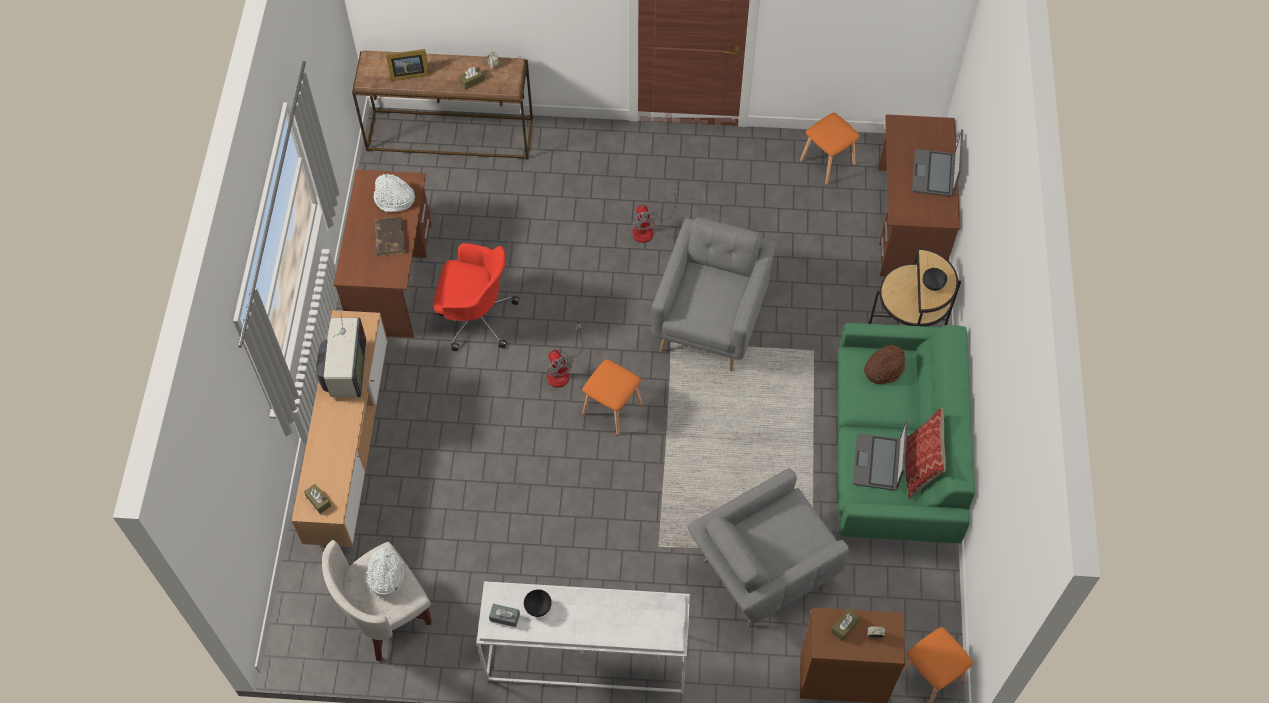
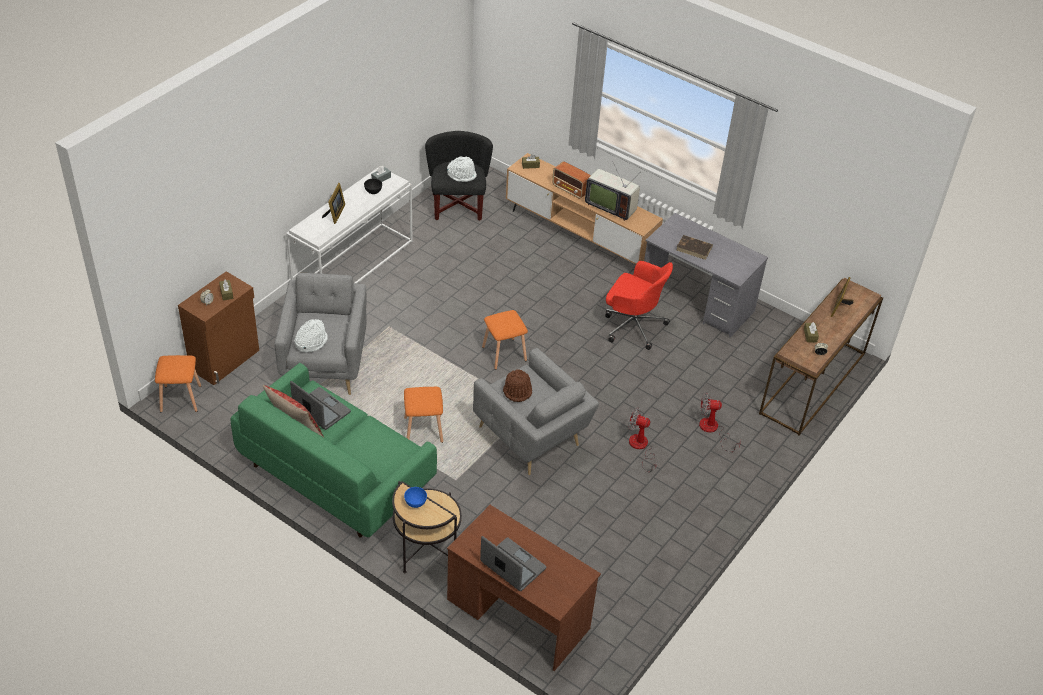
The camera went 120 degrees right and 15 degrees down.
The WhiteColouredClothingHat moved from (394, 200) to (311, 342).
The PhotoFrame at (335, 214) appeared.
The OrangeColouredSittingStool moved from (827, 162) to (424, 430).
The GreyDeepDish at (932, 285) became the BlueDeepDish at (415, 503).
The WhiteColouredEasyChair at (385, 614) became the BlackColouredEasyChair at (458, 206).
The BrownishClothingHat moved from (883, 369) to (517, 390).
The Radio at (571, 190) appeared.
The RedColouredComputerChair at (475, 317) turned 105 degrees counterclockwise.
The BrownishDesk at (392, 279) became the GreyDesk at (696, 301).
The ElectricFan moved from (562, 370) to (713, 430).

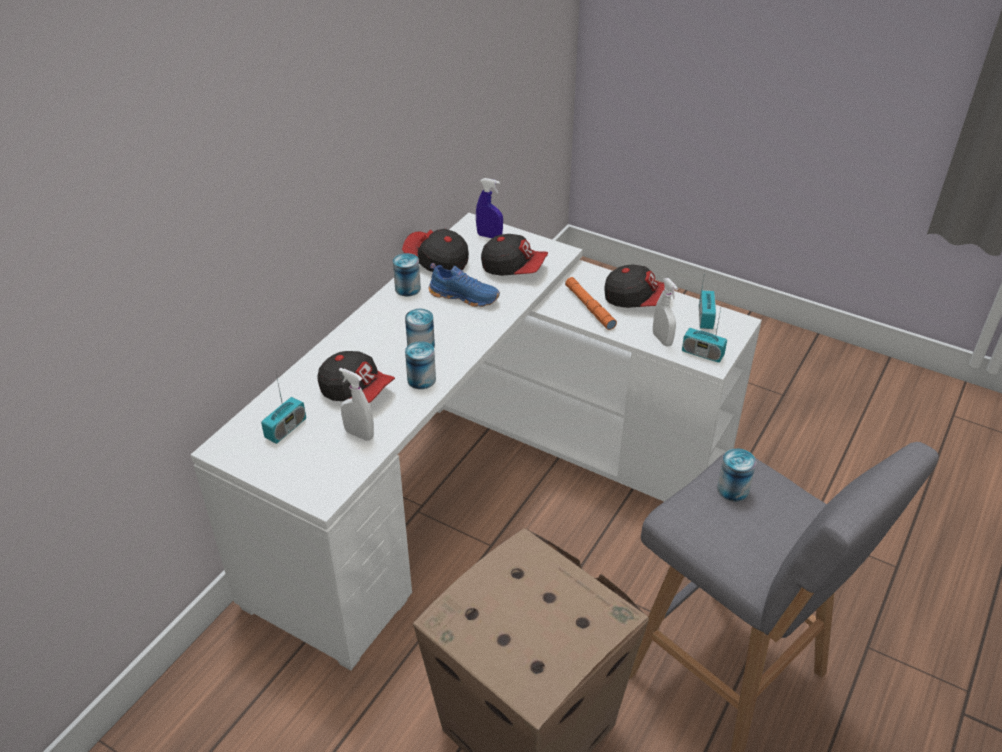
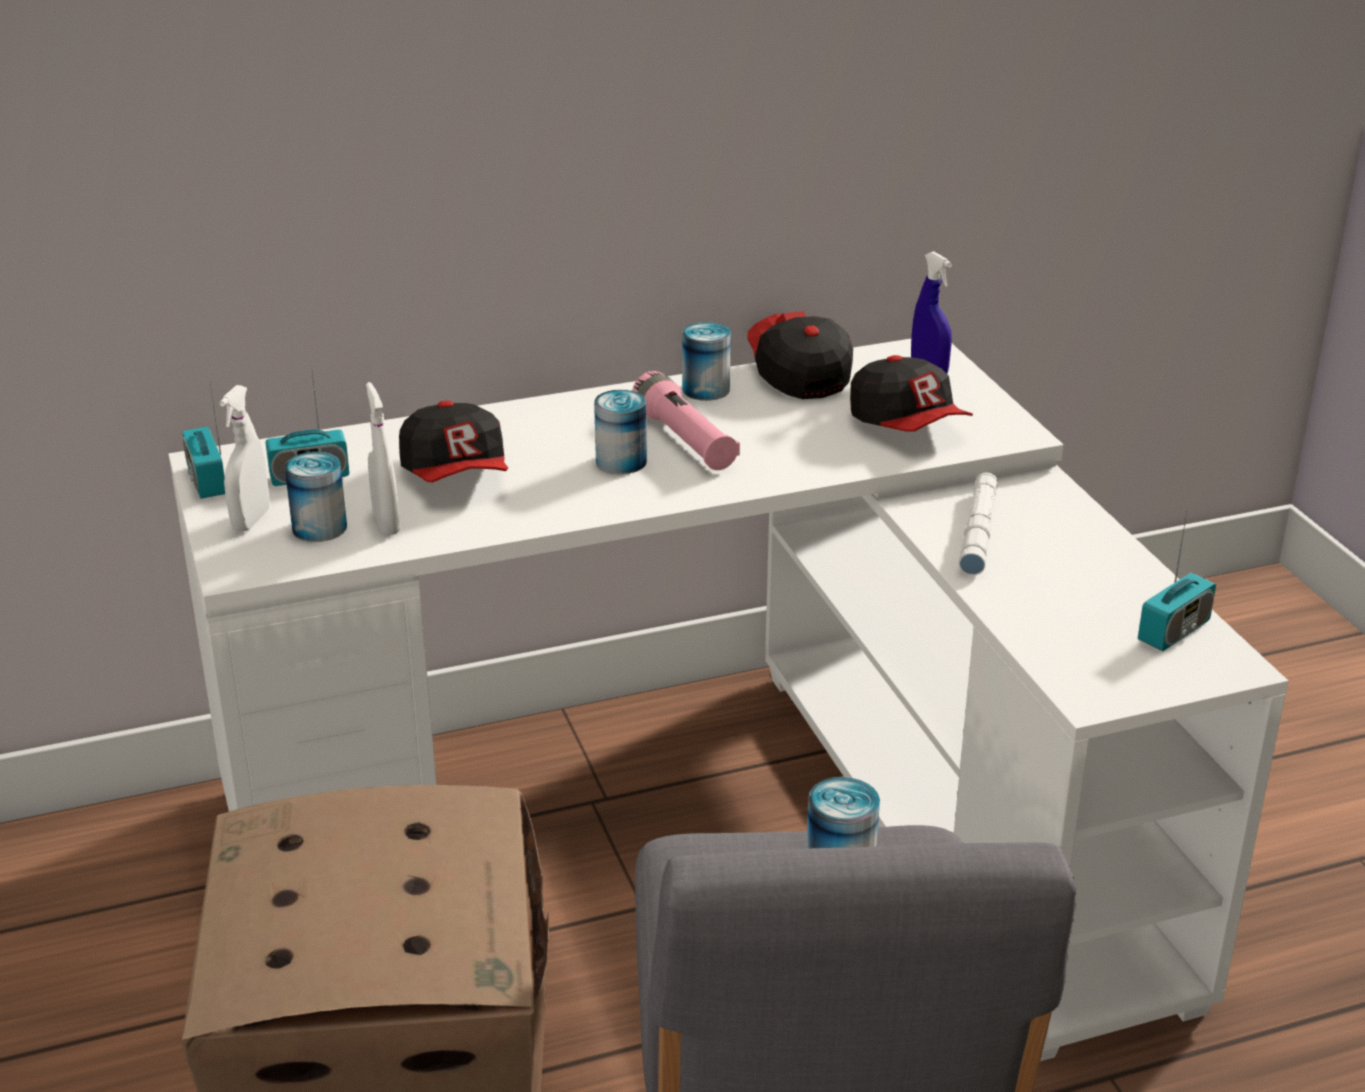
The camera went 40 degrees right and 10 degrees down.
The Radio moved from (702, 353) to (206, 481).
The WhiteColouredSprayBottle moved from (662, 339) to (251, 520).
The MetalCan moved from (421, 379) to (319, 528).
The PinkFlashlight at (684, 439) appeared.
The OrangeColouredFlashlight at (589, 307) became the WhiteColouredFlashlight at (978, 532).
The BlueShoe at (465, 296) disappeared.
The Cap at (637, 299) disappeared.

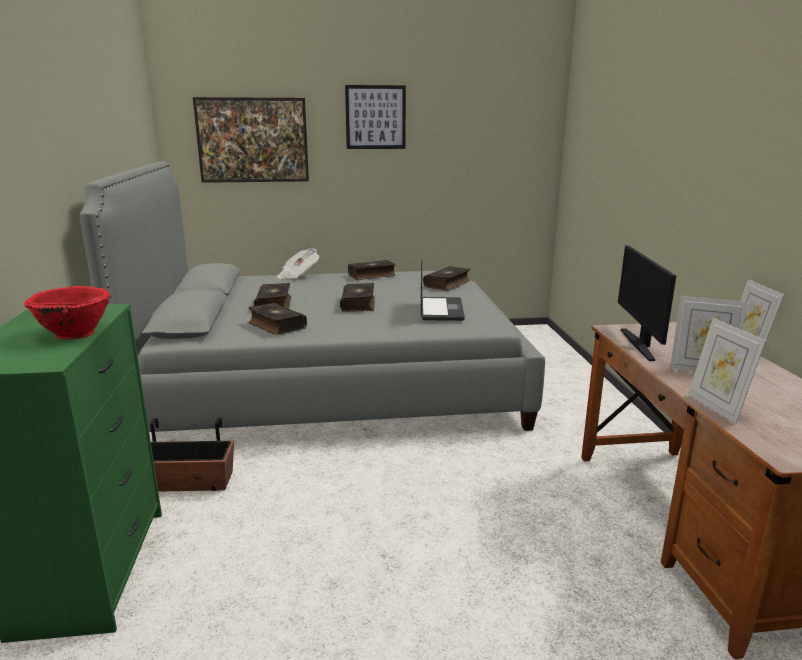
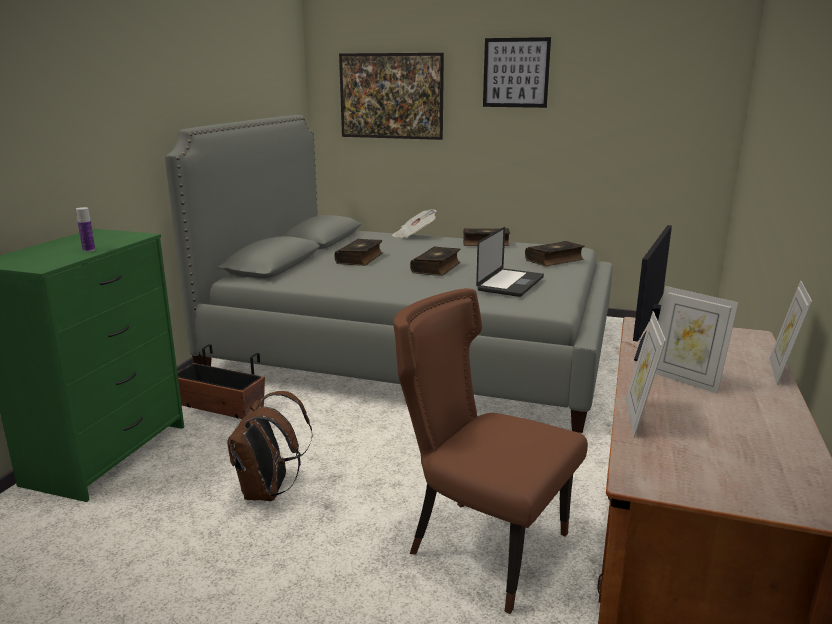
The camera went 25 degrees right and 0 degrees up.
The RedColouredDeepDish at (74, 334) was replaced by the DrinkBottle at (89, 250).
The BrownishKnapsack at (268, 492) appeared.
The BrownishUprightChair at (481, 545) appeared.
The Volume at (276, 326) disappeared.

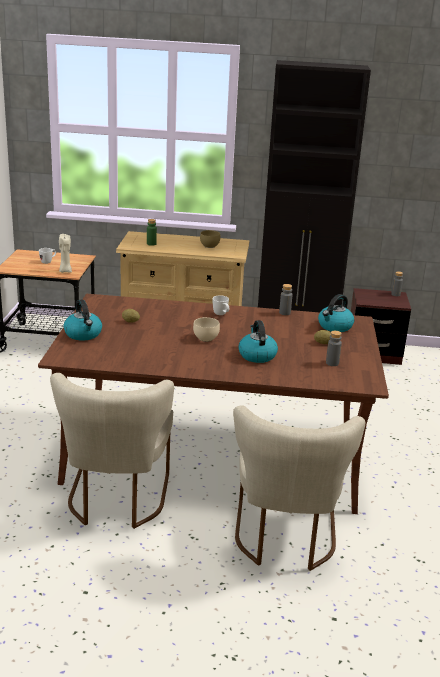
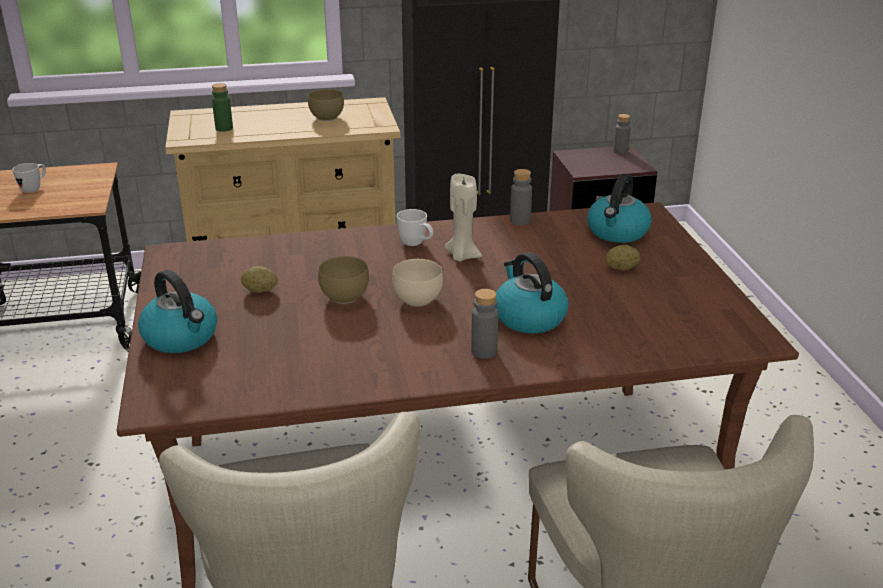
The camera went 15 degrees left and 5 degrees up.
The BrownishDeepDish at (343, 298) appeared.
The BeigeCandle moved from (65, 271) to (462, 256).
The GreyDrinkBottle moved from (332, 363) to (484, 351).

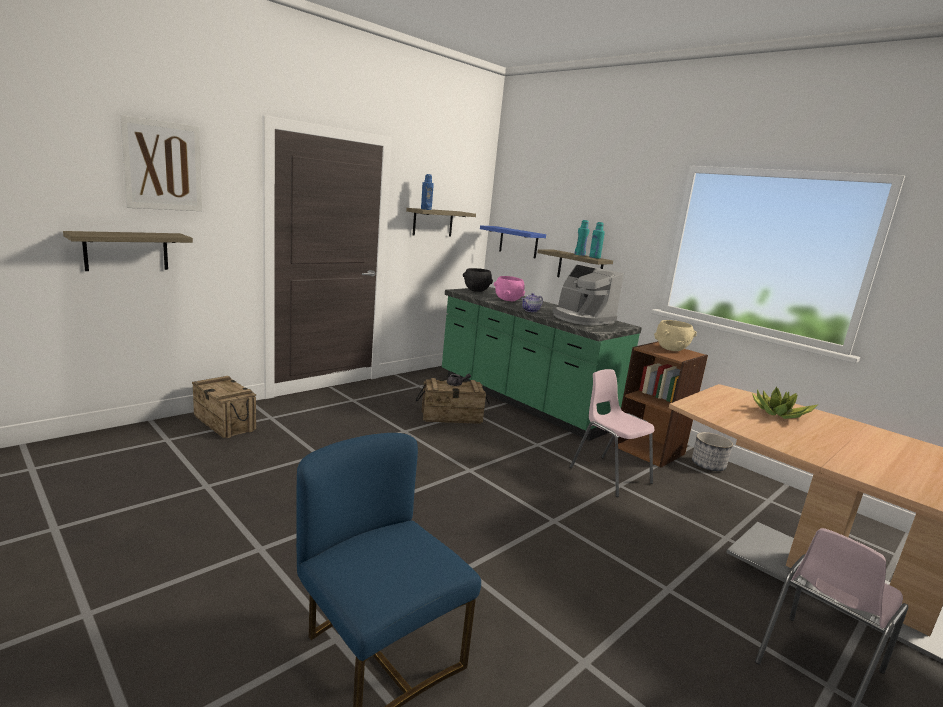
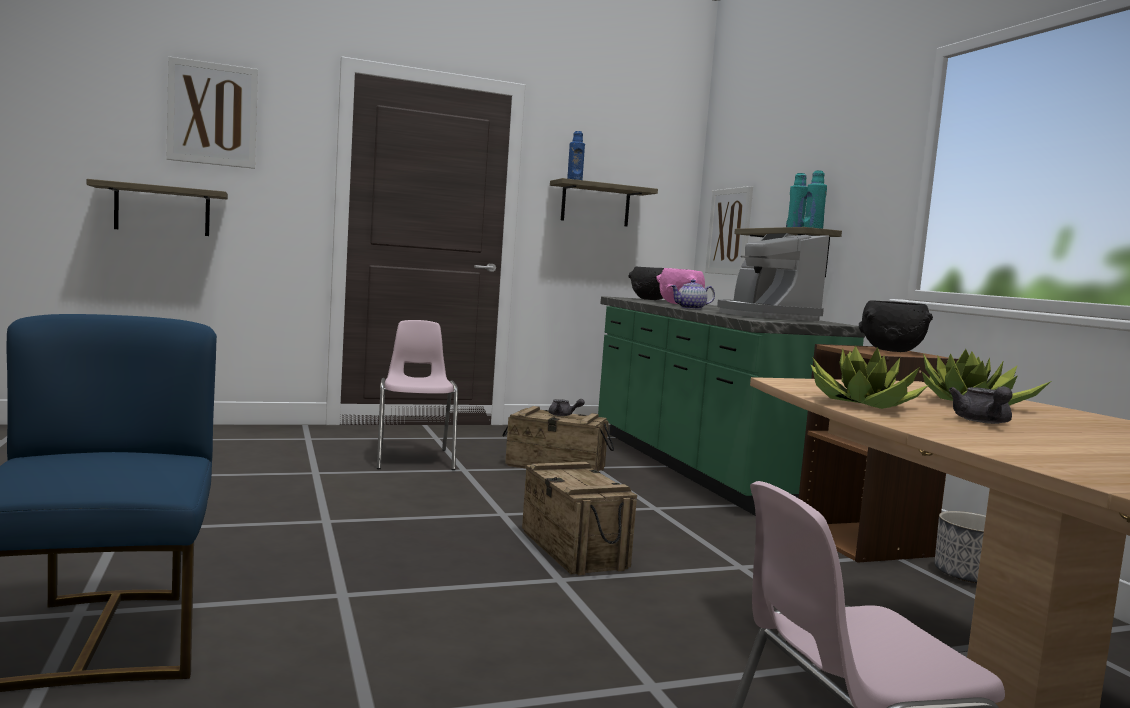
The camera went 25 degrees right and 10 degrees down.
The PinkUprightChair moved from (609, 475) to (415, 459).
The ShippingCrate moved from (225, 423) to (574, 549).
The BlueBracketShelf at (518, 242) was replaced by the WallPicture at (729, 231).
The PottedPlant at (862, 404) appeared.
The BeigeDeepDish at (671, 349) became the BlackColouredDeepDish at (891, 350).
The GreyPotForTea at (983, 422) appeared.

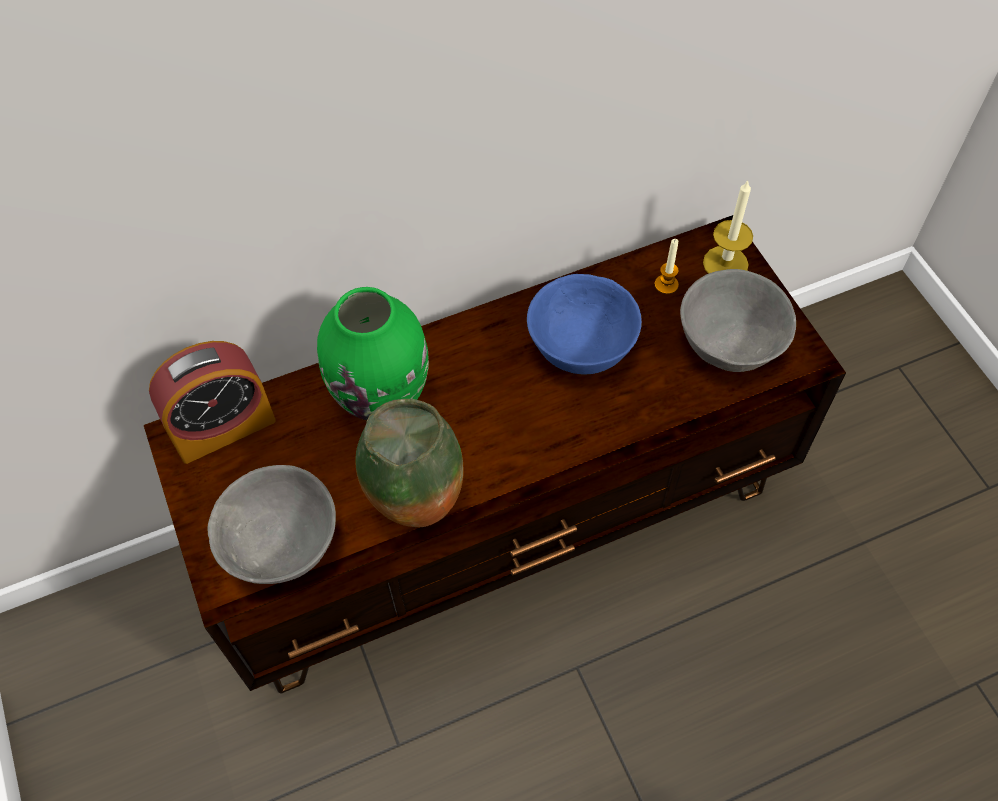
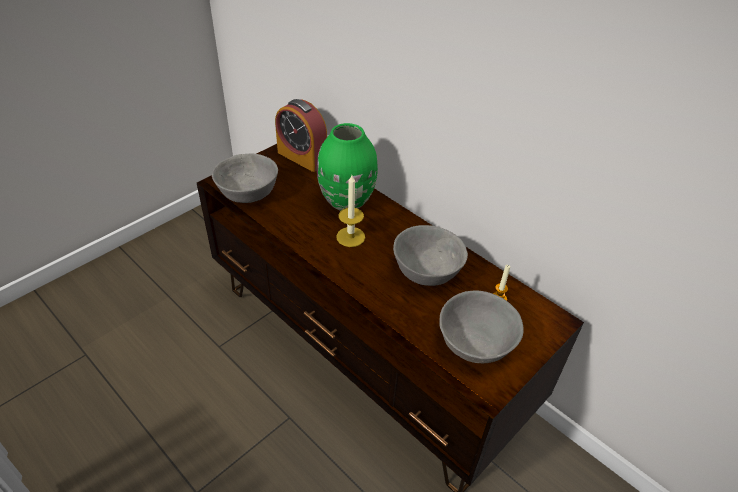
The camera went 65 degrees right and 15 degrees down.
The Candle moved from (725, 263) to (350, 237).
The BlueDeepDish at (581, 344) became the GreyDeepDish at (427, 270).
The Vase at (416, 509) disappeared.

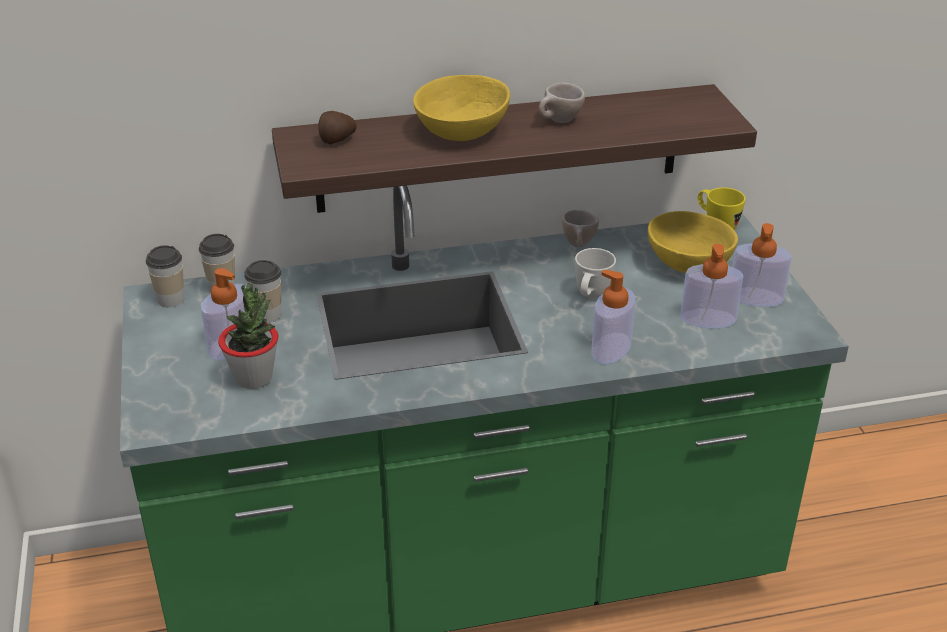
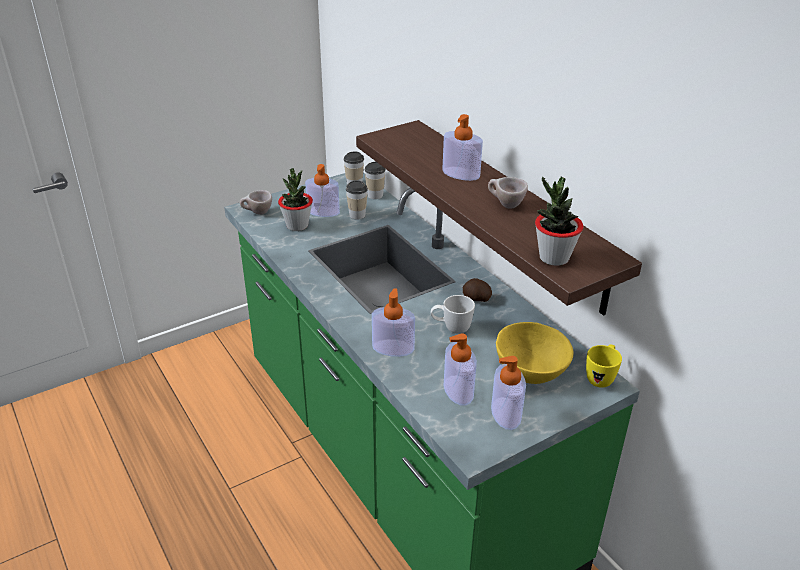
The camera went 70 degrees right and 0 degrees up.
The BeigeSmallCup moved from (579, 246) to (257, 213).
The YellowDeepDish at (462, 131) was replaced by the SoapBottle at (461, 174).
The Spud moved from (336, 140) to (476, 299).
The PottedPlant at (553, 258) appeared.

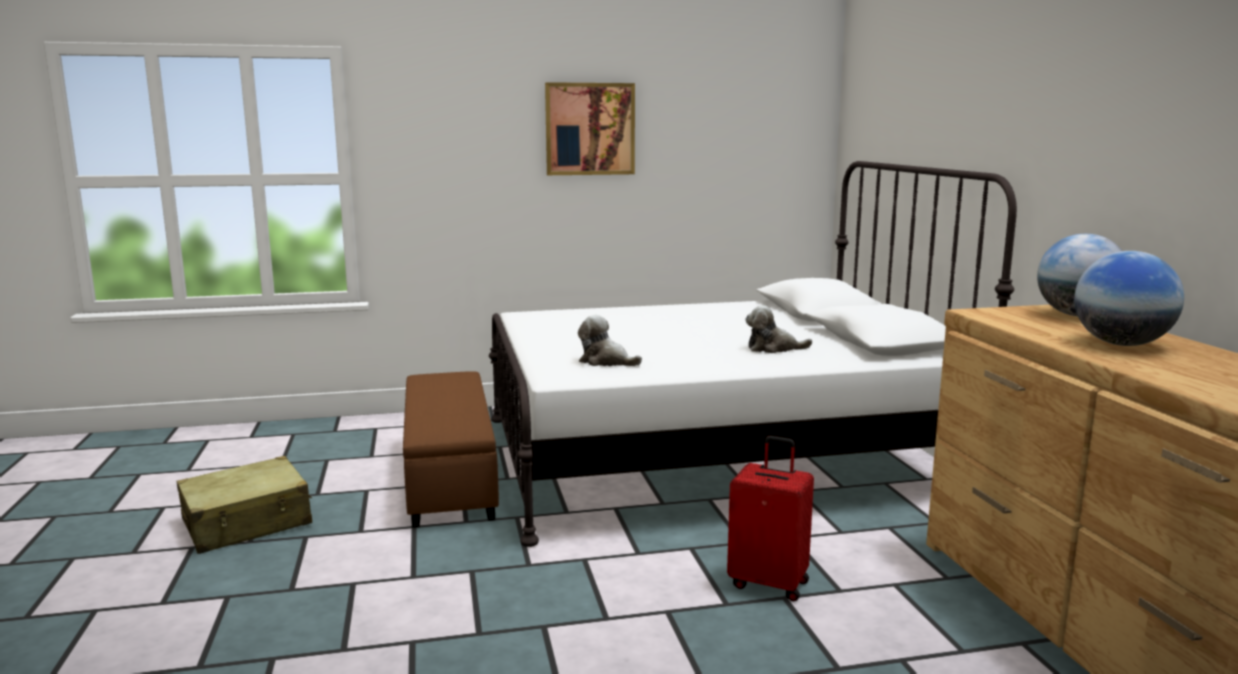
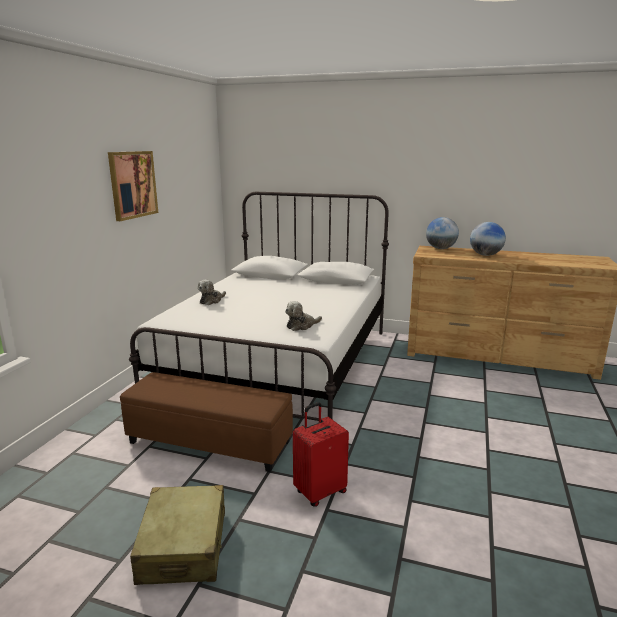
The camera went 60 degrees left and 5 degrees up.
The CuddlyToy moved from (773, 348) to (211, 301).
The RedColouredPieceOfLuggage moved from (769, 583) to (320, 491).

